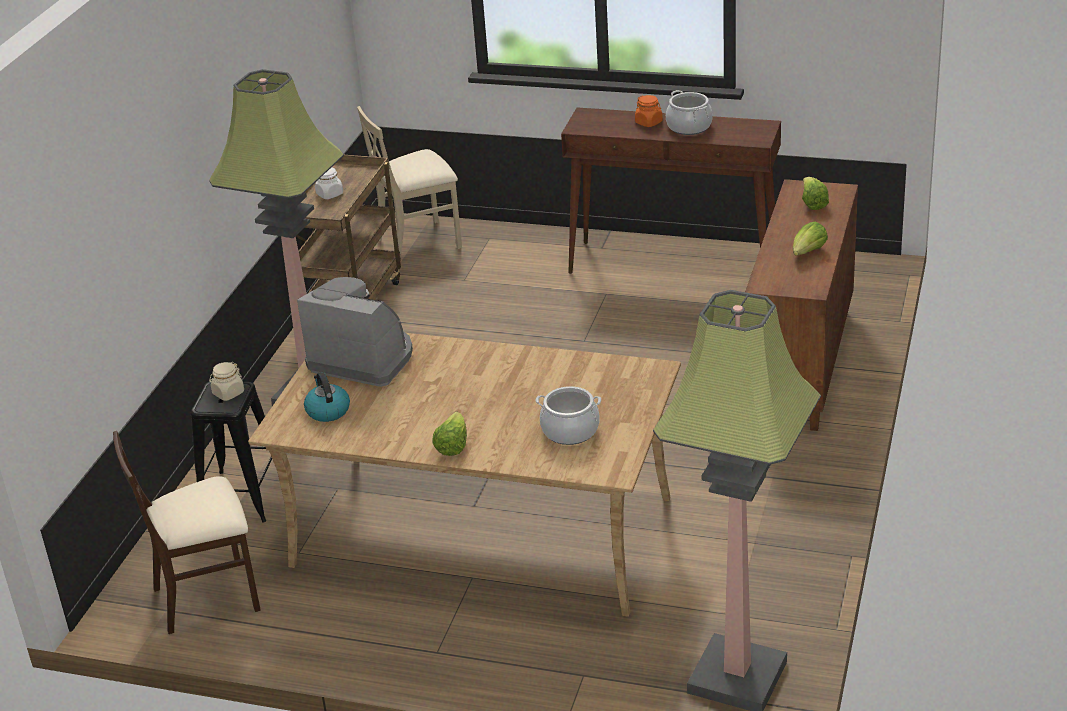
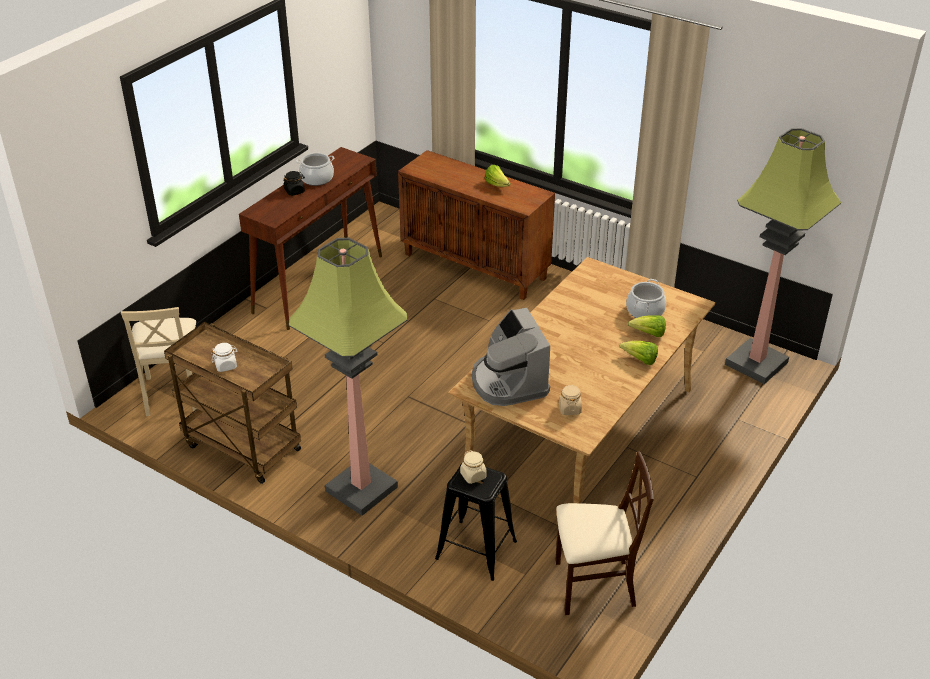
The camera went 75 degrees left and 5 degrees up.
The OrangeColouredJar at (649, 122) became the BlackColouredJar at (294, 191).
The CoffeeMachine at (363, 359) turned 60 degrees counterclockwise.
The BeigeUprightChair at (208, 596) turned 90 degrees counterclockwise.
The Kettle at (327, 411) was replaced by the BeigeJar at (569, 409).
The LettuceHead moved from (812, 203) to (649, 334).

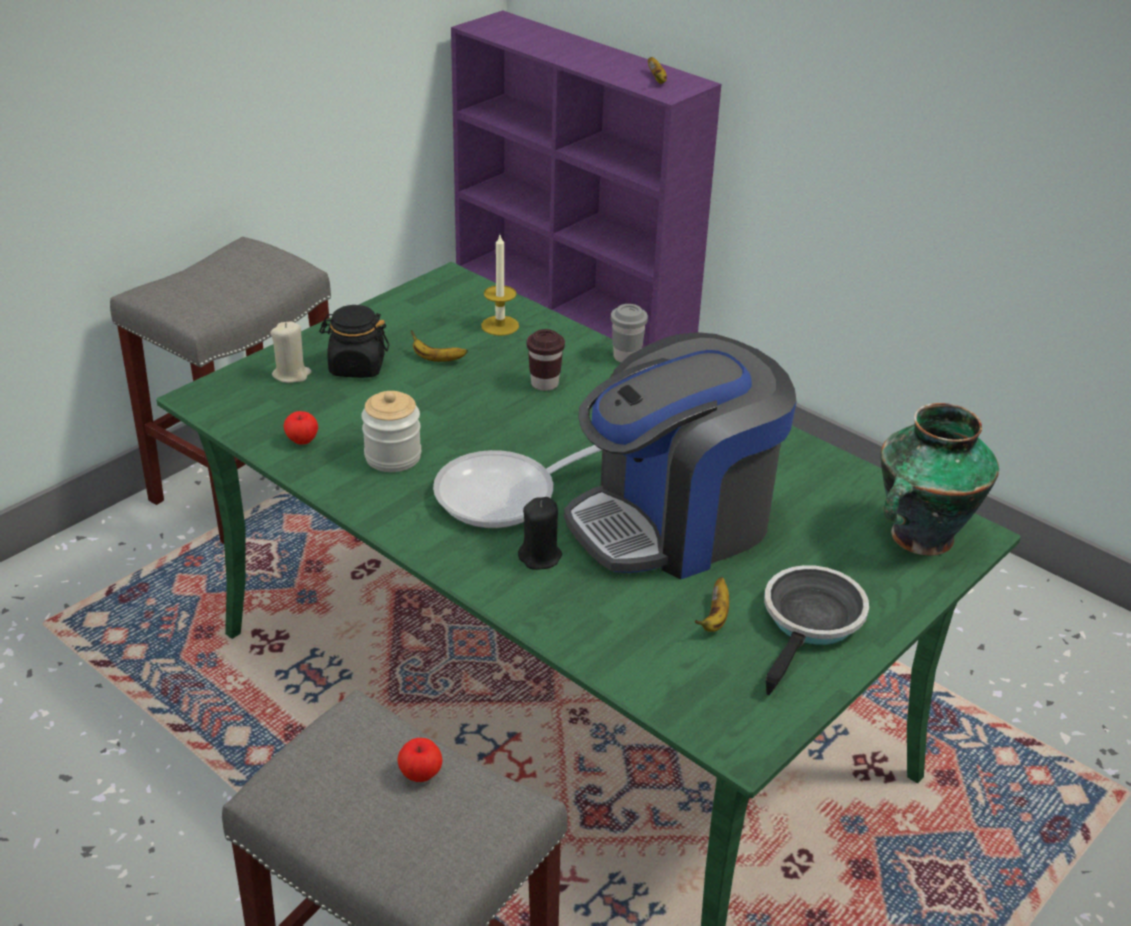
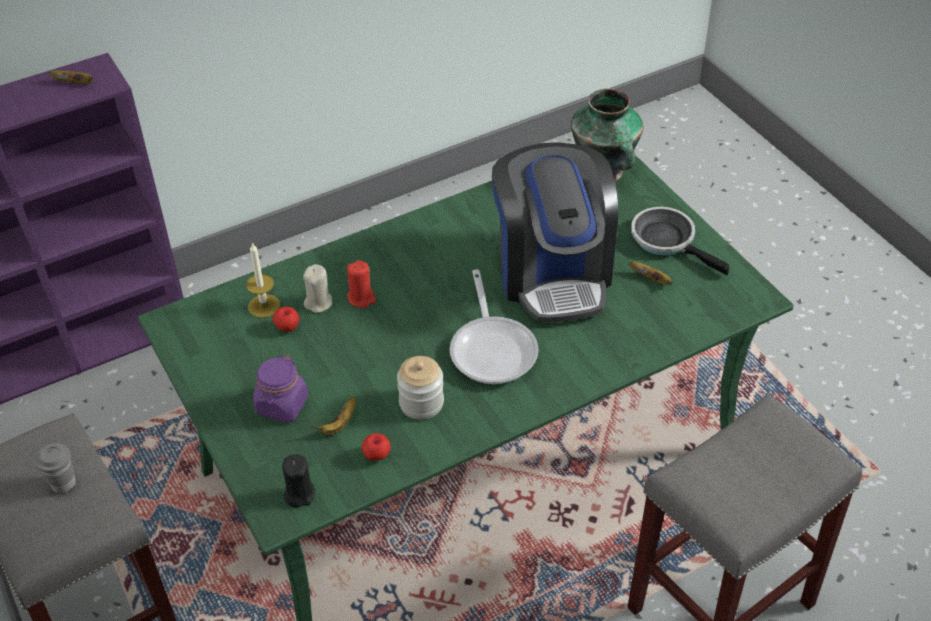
The camera went 70 degrees left and 10 degrees up.
The GreySmallCup moved from (626, 357) to (63, 483).
The BlackColouredJar at (356, 367) became the PurplishJar at (282, 405).
The AppleFruit moved from (420, 773) to (287, 327).
The BlackColouredCandle moved from (540, 557) to (299, 494).
The BeigeCandle moved from (291, 374) to (318, 302).
The BananaFruit moved from (437, 359) to (339, 424).
The BrownishSmallCup at (544, 384) was replaced by the RedColouredCandle at (361, 298).

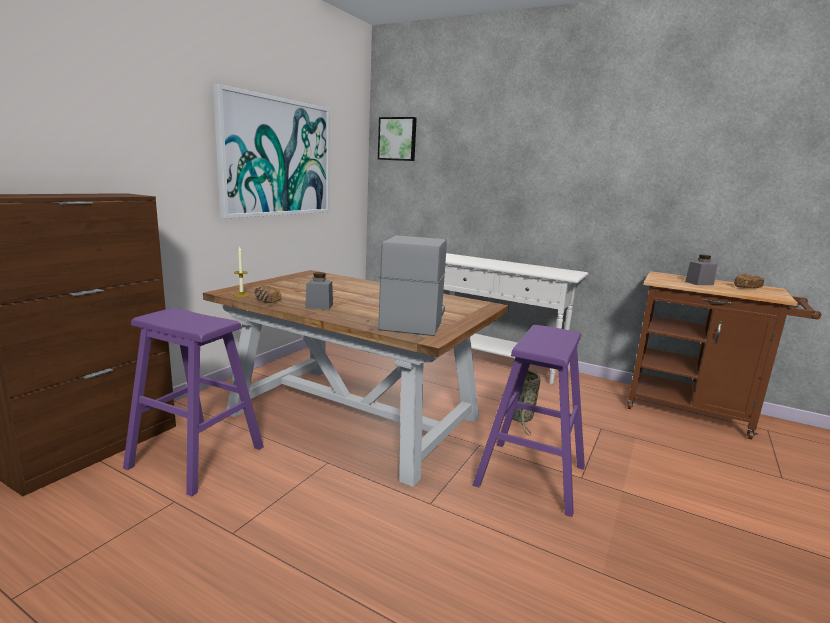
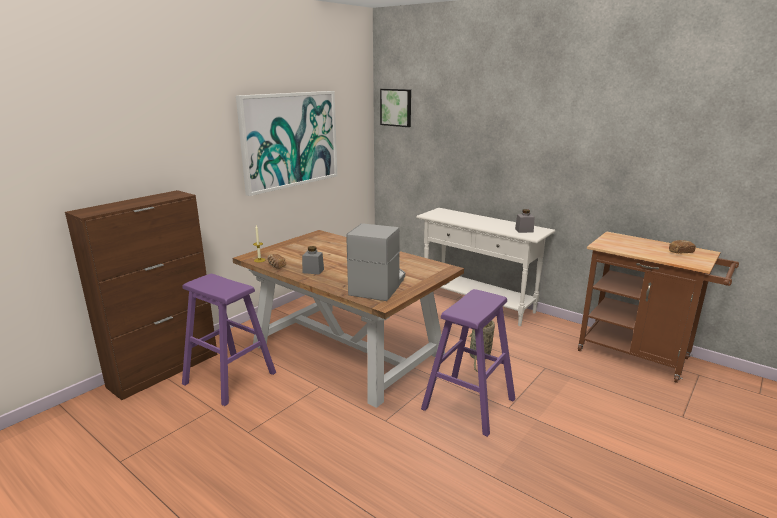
The camera went 10 degrees right and 5 degrees up.
The GreyJar moved from (699, 283) to (524, 230).

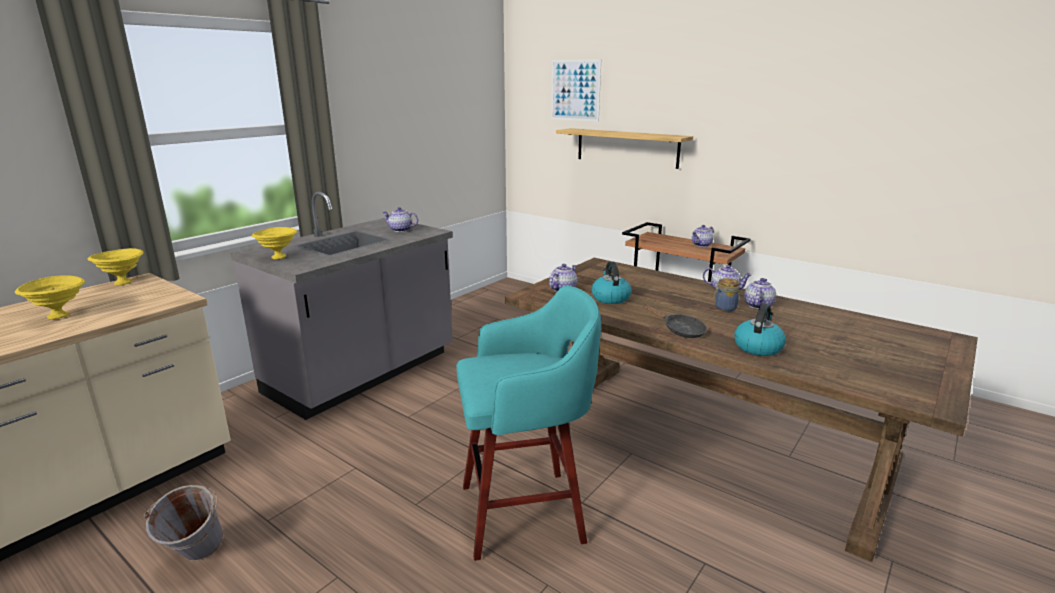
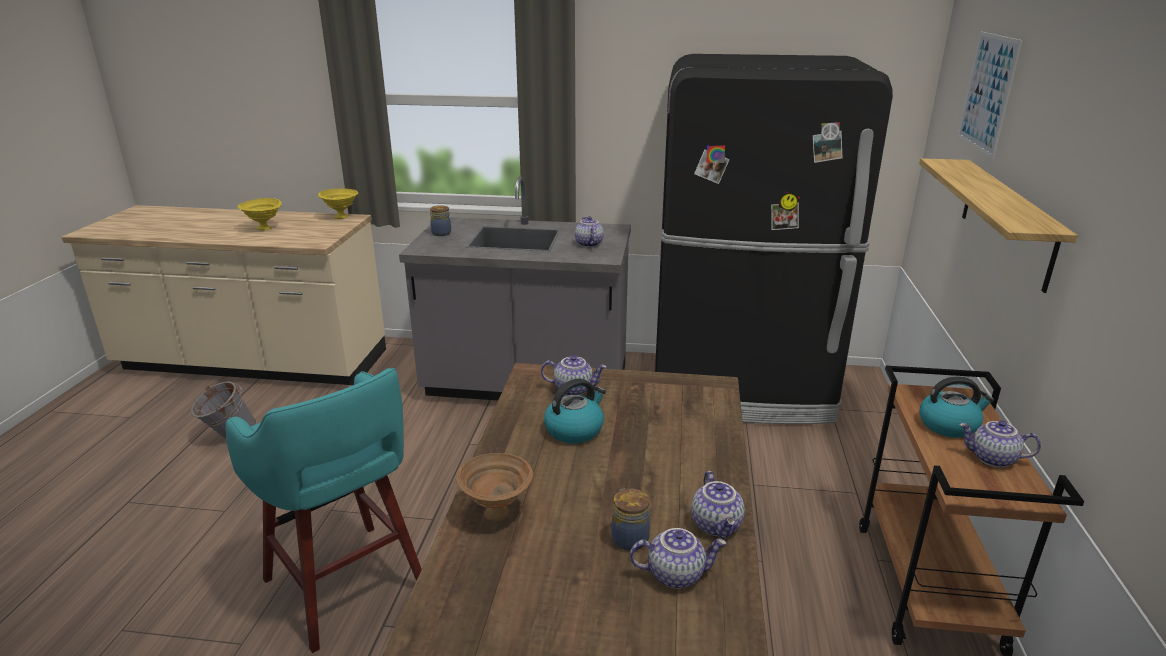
The camera went 60 degrees right and 5 degrees up.
The YellowDeepDish at (277, 257) was replaced by the Jar at (441, 233).
The BlackColouredPan at (680, 330) was replaced by the BrownishDeepDish at (496, 512).
The BlackColouredFridge at (741, 389) appeared.
The Kettle moved from (758, 347) to (949, 425).

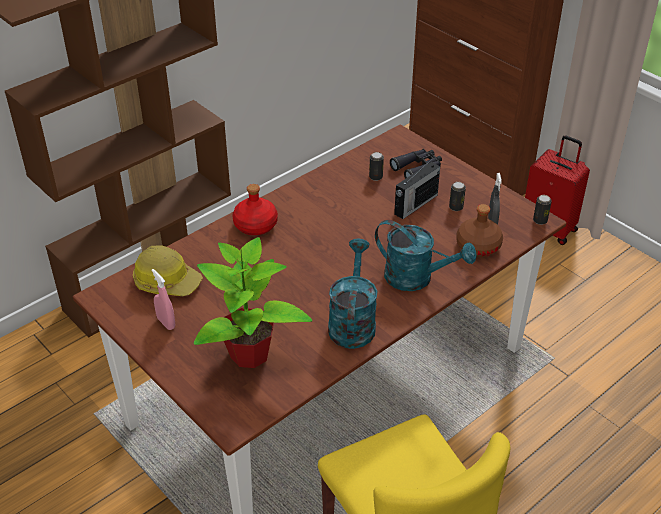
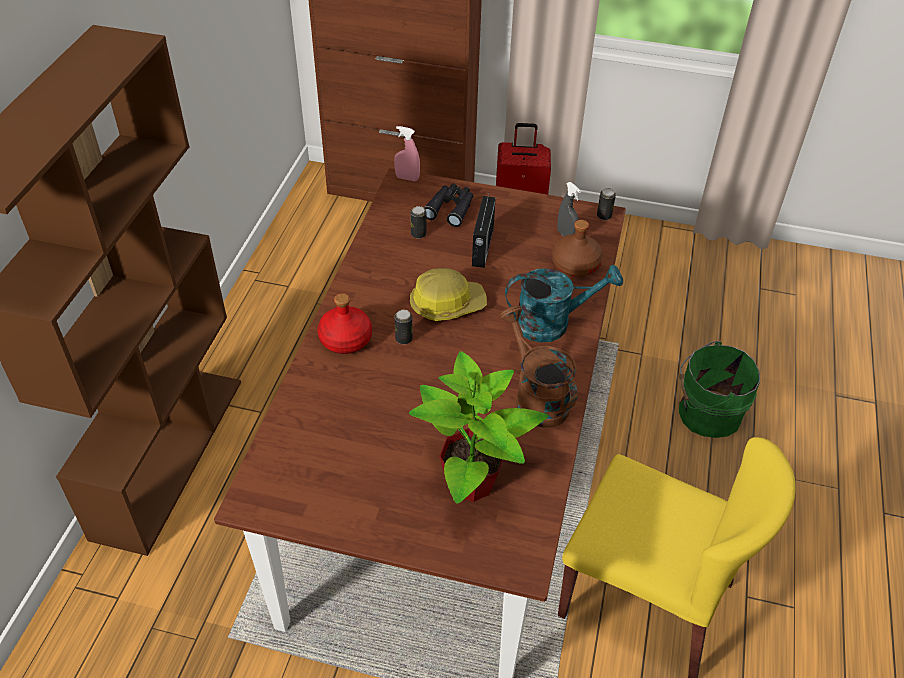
The camera went 35 degrees left and 5 degrees up.
The PinkSprayBottle moved from (166, 323) to (407, 178).
The MetalCan moved from (456, 207) to (404, 339).
The SafetyHelmet moved from (167, 281) to (446, 304).
The BlueGreenWateringCan at (352, 322) became the BrownishWateringCan at (536, 397).
The GreenBucket at (706, 413) appeared.

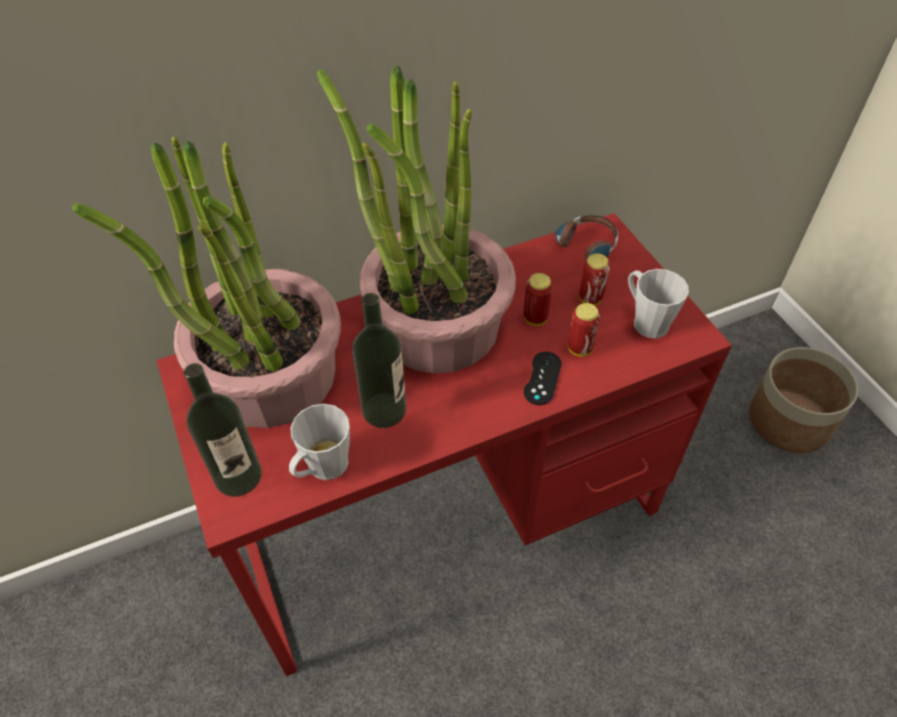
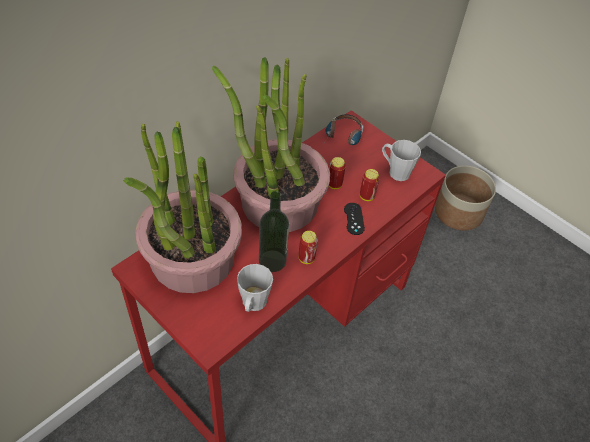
The camera went 25 degrees left and 0 degrees up.
The MetalCan moved from (590, 299) to (306, 258).
The DrinkBottle at (238, 476) disappeared.

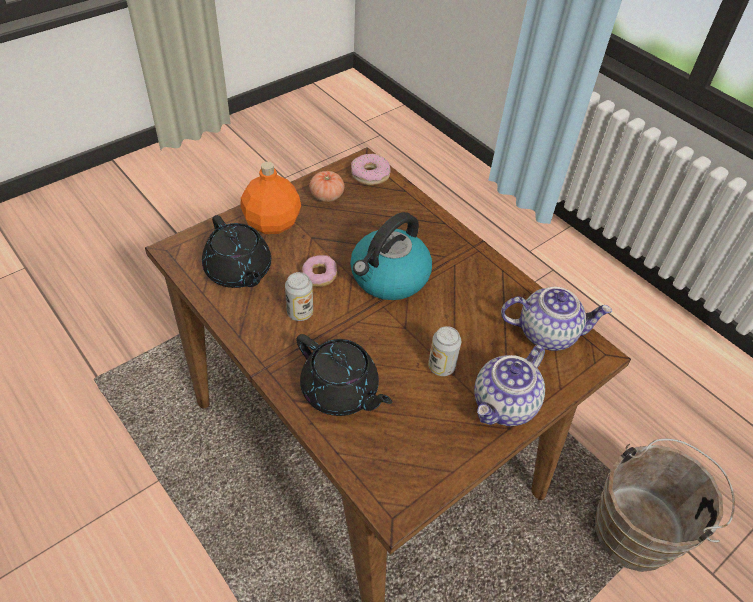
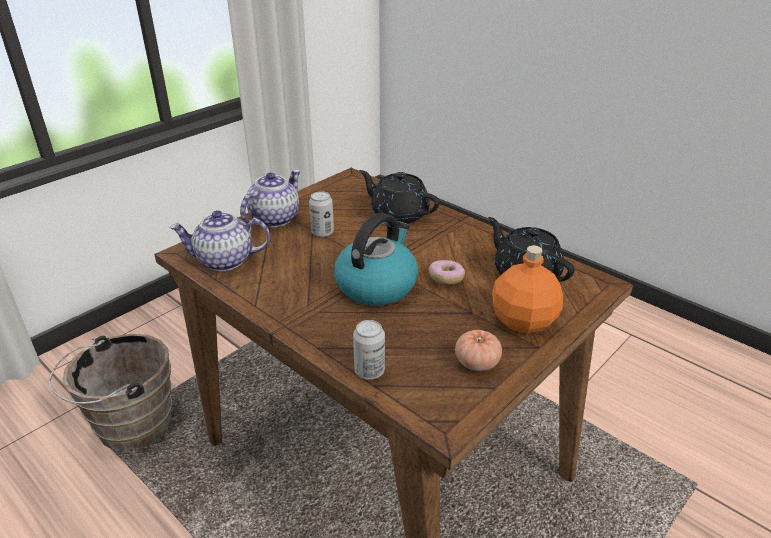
The camera went 175 degrees right and 15 degrees down.
The MetalCan moved from (300, 313) to (369, 371).
The RingDoughnut at (370, 174) disappeared.

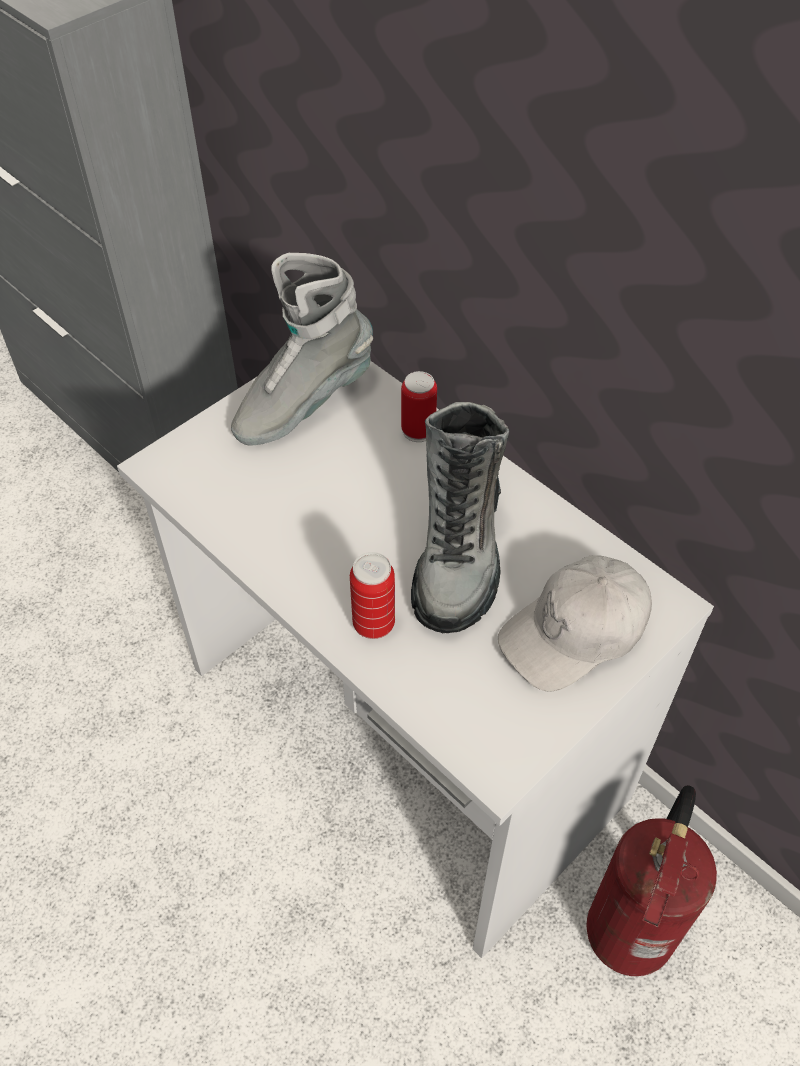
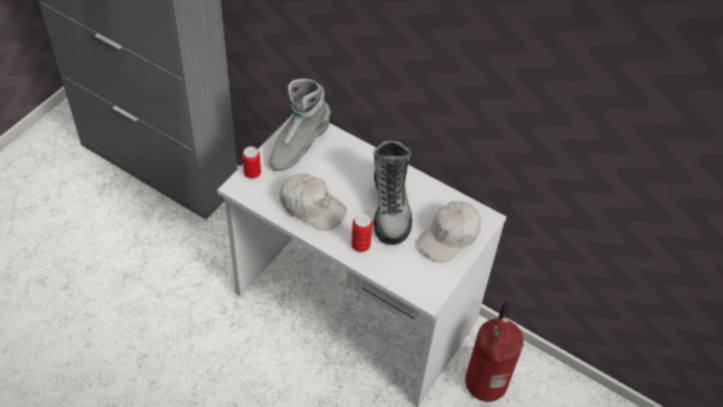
The camera went 15 degrees left and 0 degrees up.
The MetalCan moved from (418, 430) to (252, 173).
The WhiteColouredCap at (312, 207) appeared.

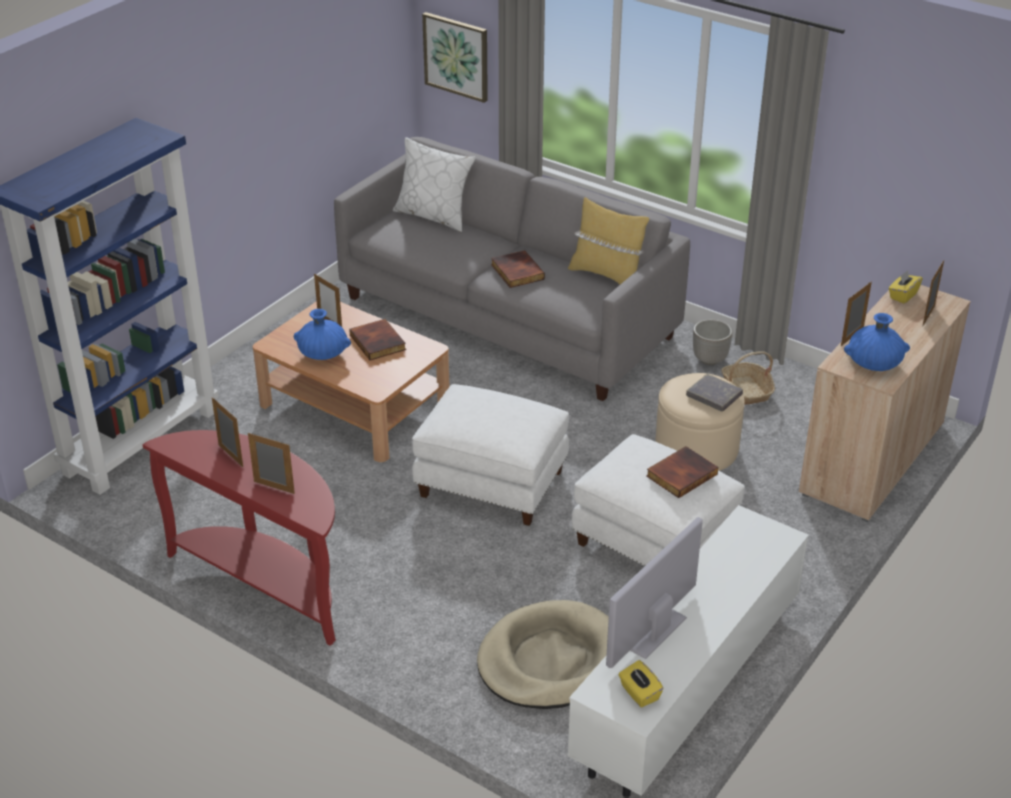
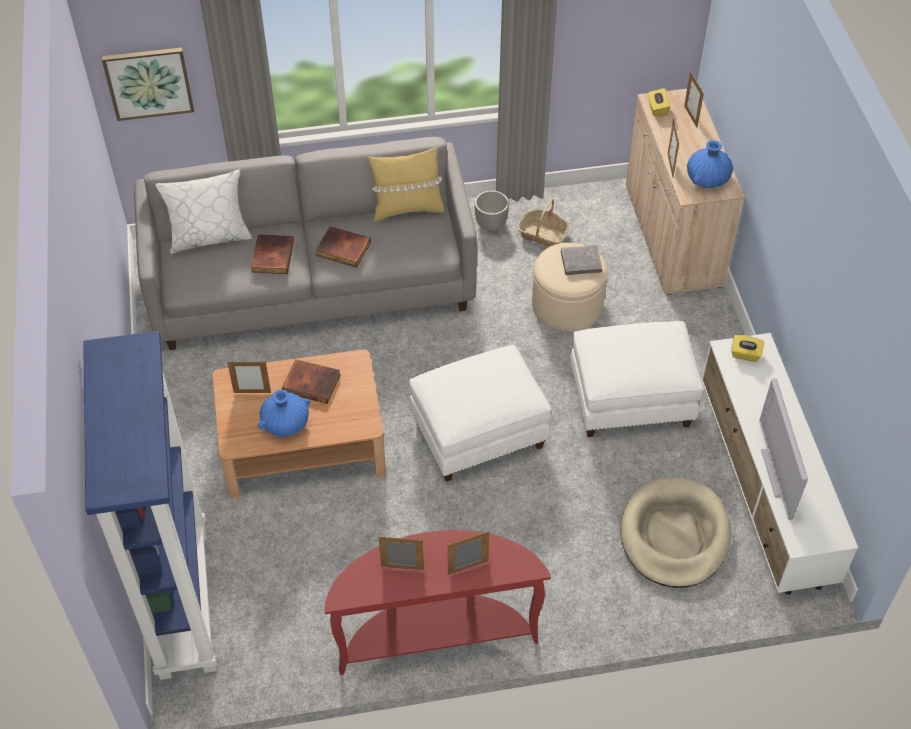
The camera went 45 degrees left and 15 degrees up.
The Volume moved from (681, 474) to (271, 256).
The YellowTissueHolder moved from (639, 693) to (745, 354).

